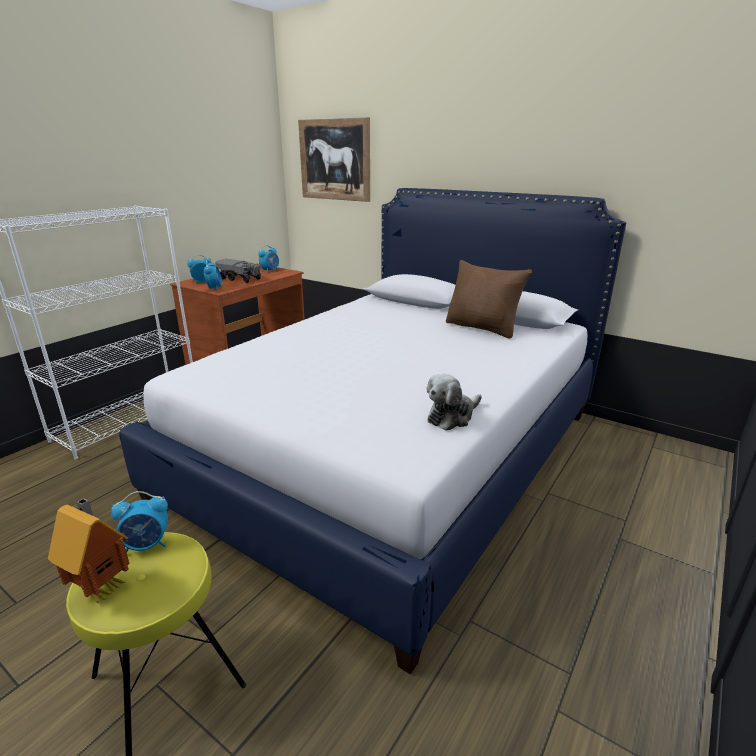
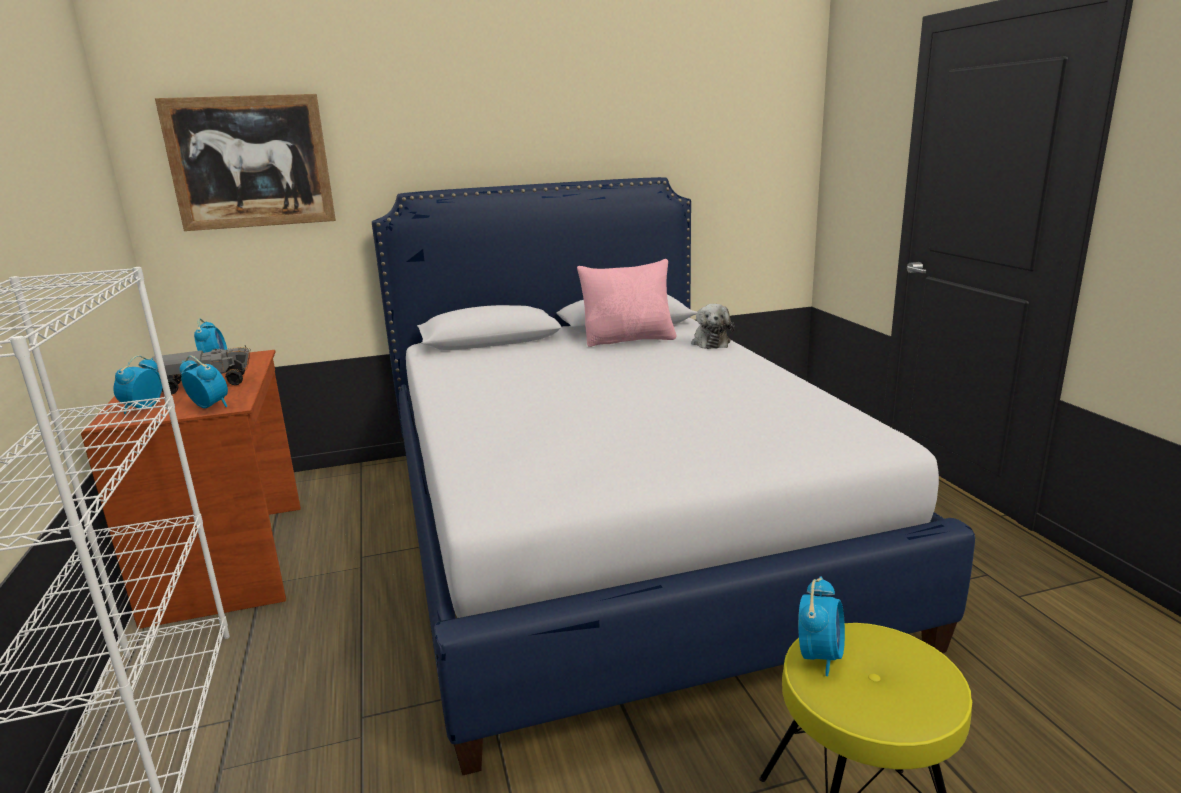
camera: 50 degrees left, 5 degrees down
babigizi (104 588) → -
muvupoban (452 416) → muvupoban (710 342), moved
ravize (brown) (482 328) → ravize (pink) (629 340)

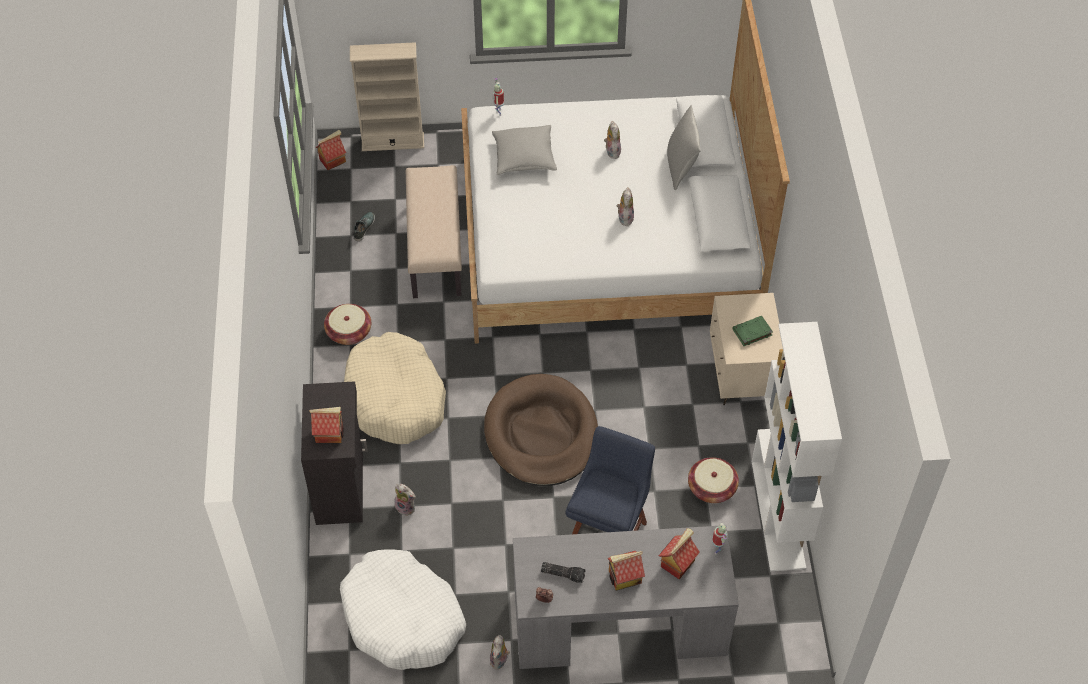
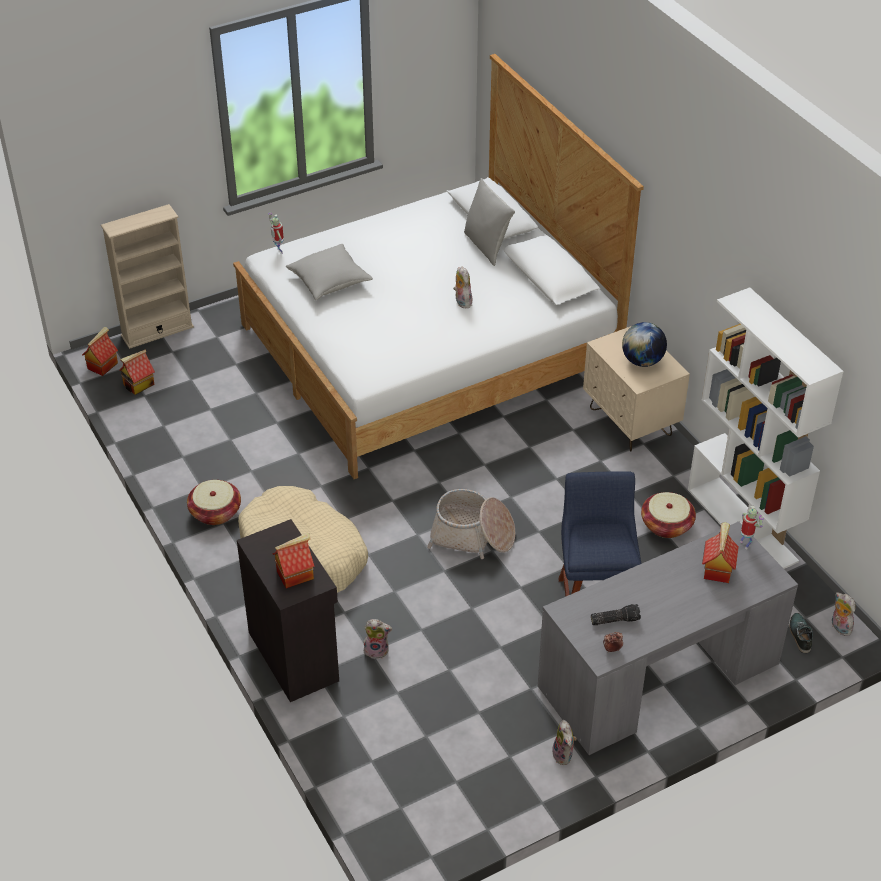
camera: 25 degrees left, 10 degrees down
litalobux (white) (403 618) → -
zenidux (363 227) → zenidux (799 635), moved
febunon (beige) (436 249) → -
litalobux (brown) (541 434) → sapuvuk (472 536)
muvupoban (612 151) → muvupoban (839 627), moved
babigizi (624 578) → babigizi (139 385), moved
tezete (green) (752 332) → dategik (642 361)

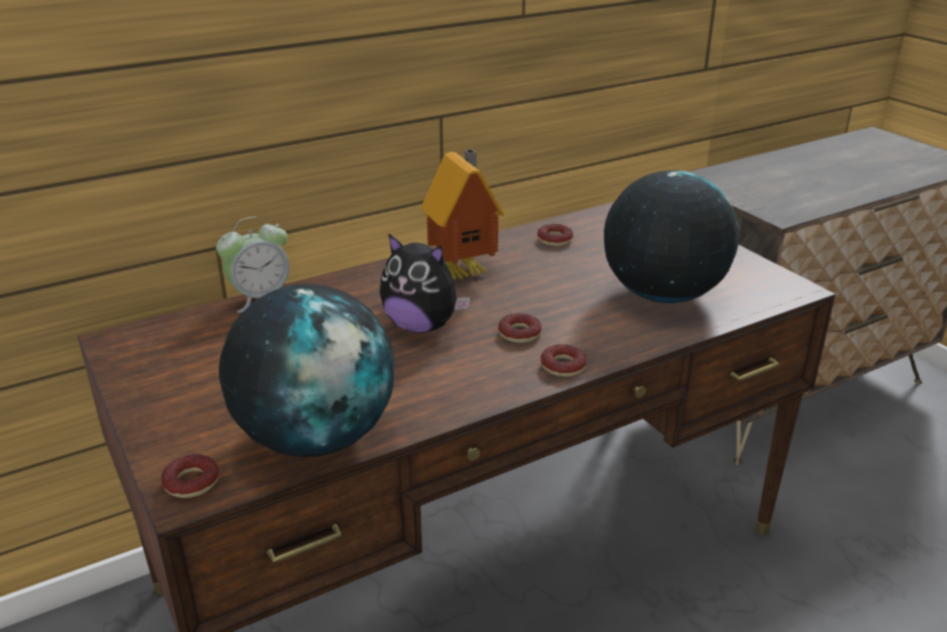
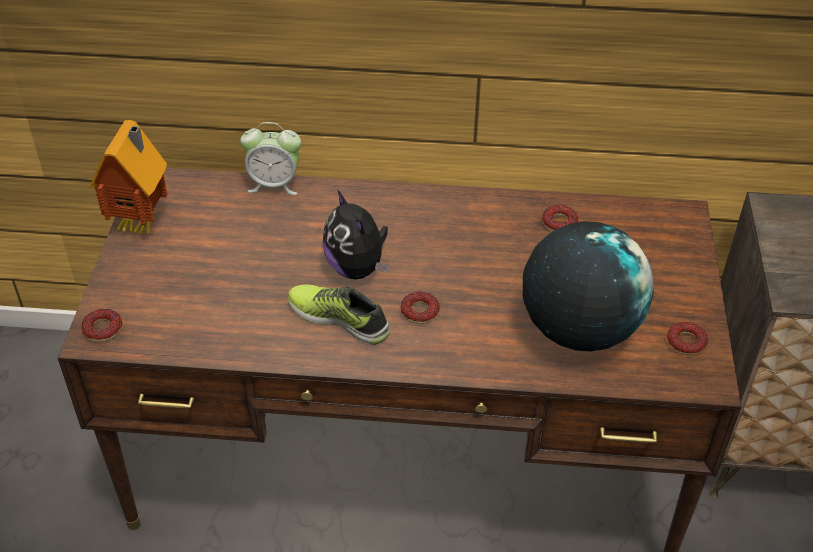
camera: 35 degrees right, 15 degrees up
dategik (316 438) → -
babigizi (465 271) → babigizi (142 223), moved
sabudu (563 366) → sabudu (686 342), moved
- → zenidux (340 318)

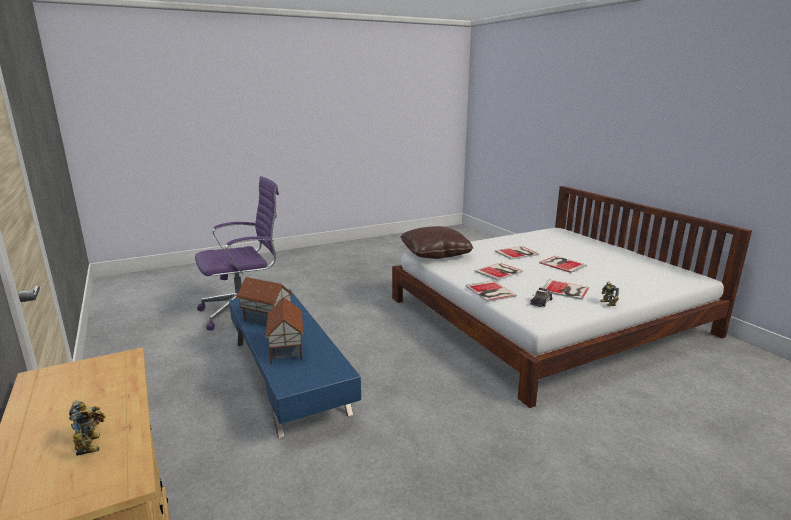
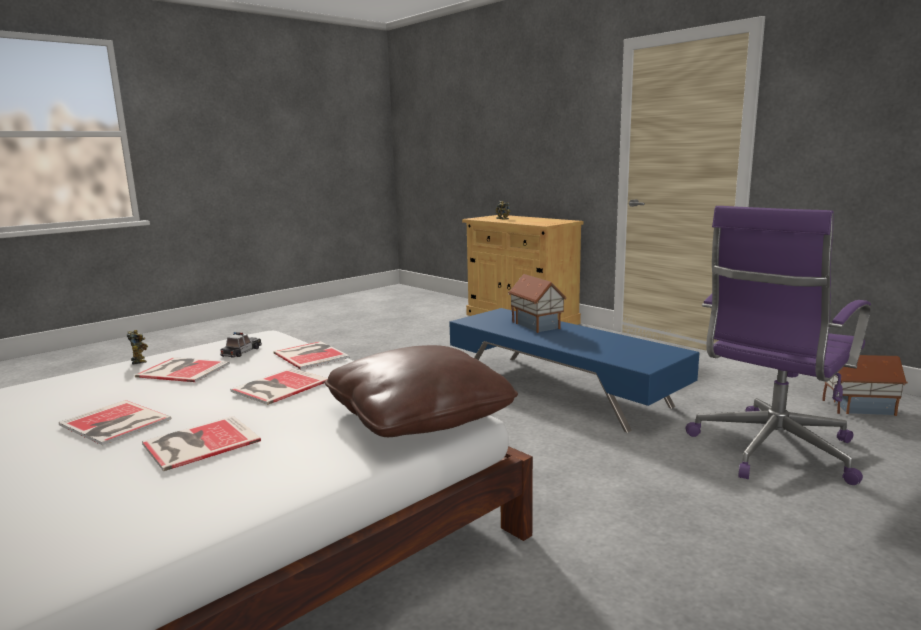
camera: 165 degrees right, 5 degrees down
babigizi (266 320) → babigizi (858 407), moved

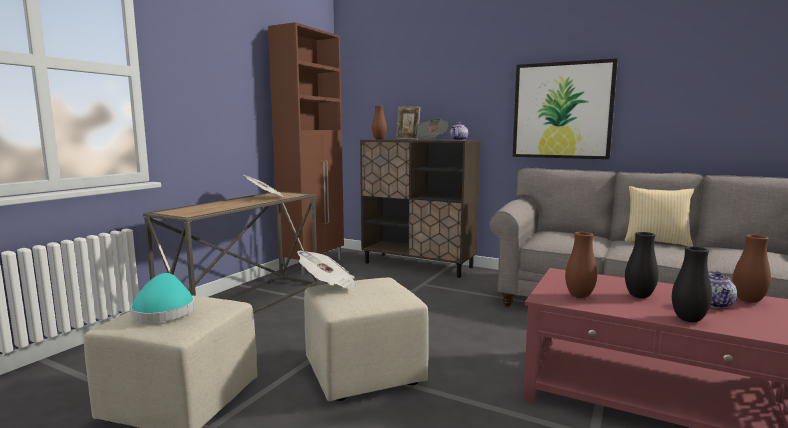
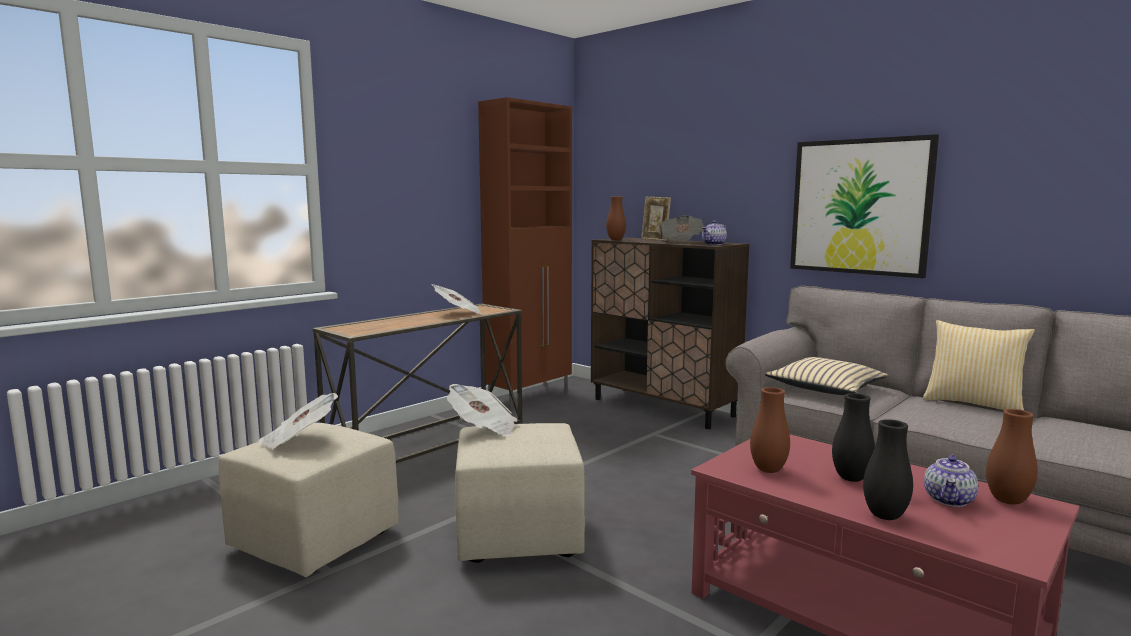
camera: 15 degrees right, 0 degrees up
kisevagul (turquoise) (164 311) → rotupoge (298 440)
- → ravize (beige) (825 387)

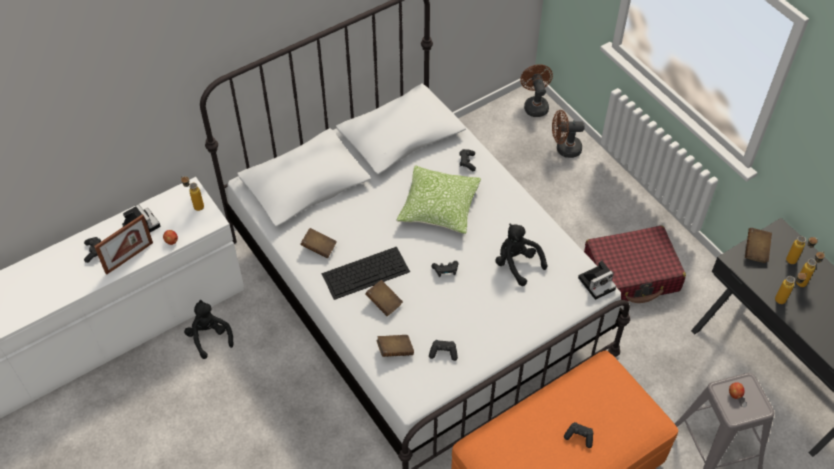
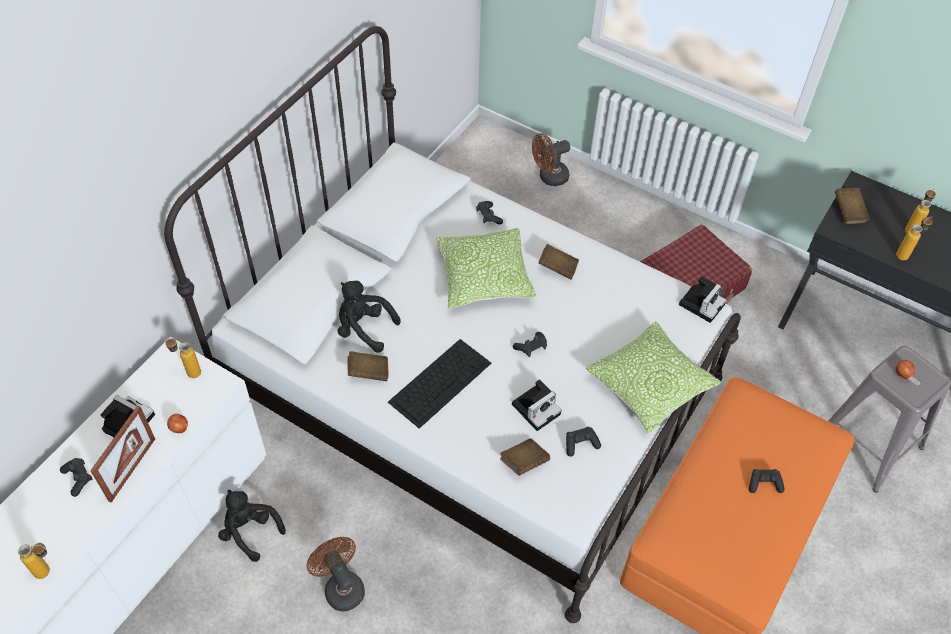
camera: 25 degrees left, 0 degrees up
tezete (brown) (384 303) → tezete (brown) (557 268), moved
muvupoban (black) (517 264) → muvupoban (black) (364 329), moved
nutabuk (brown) (535 105) → nutabuk (brown) (341 586), moved
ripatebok (795 261) → ripatebok (48 572), moved
- → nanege (537 408)
- → ravize (650 385)

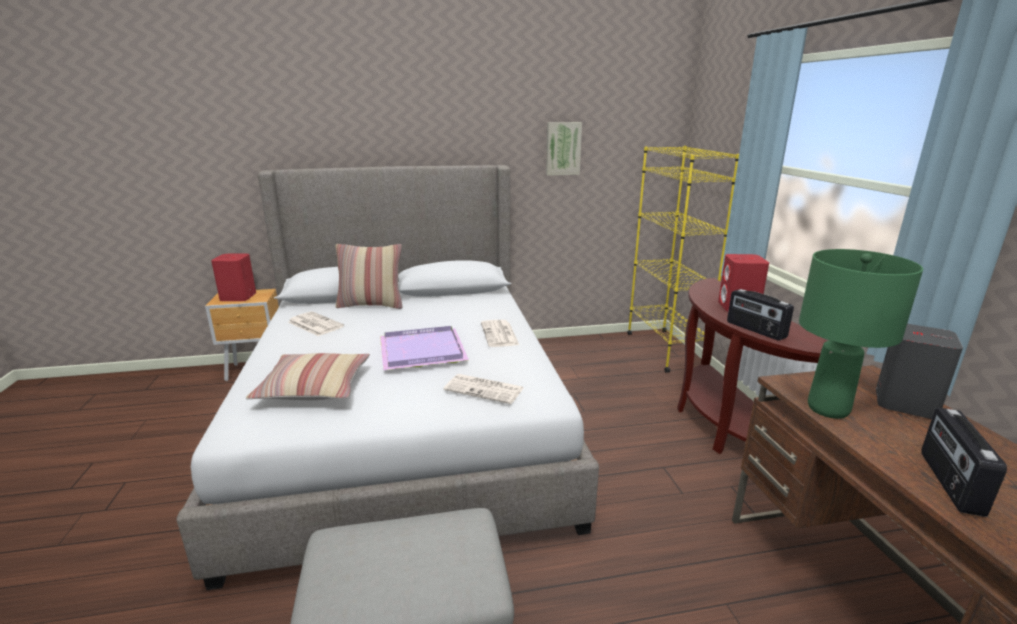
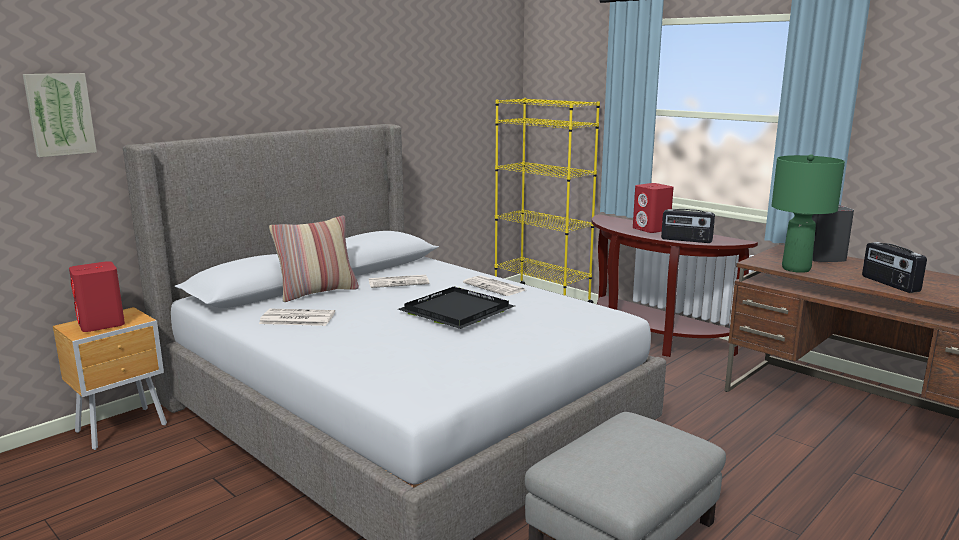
camera: 35 degrees left, 5 degrees down
ravize (314 387) → -
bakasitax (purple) (420 350) → bakasitax (black) (454 311)
rotupoge (485 389) → rotupoge (399 282), moved
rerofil (563 148) → rerofil (59 114), moved

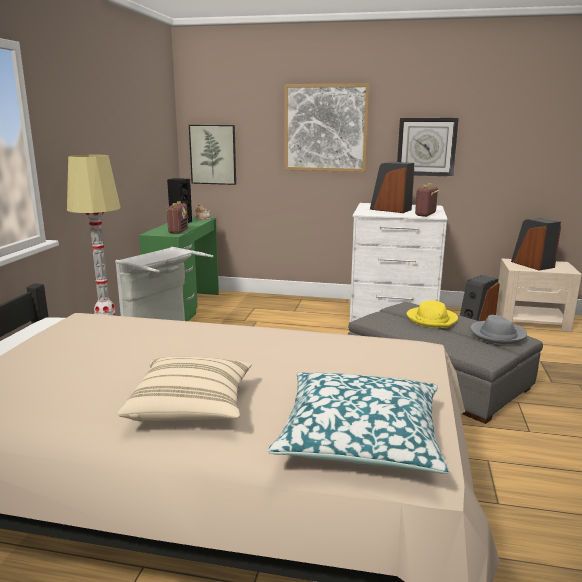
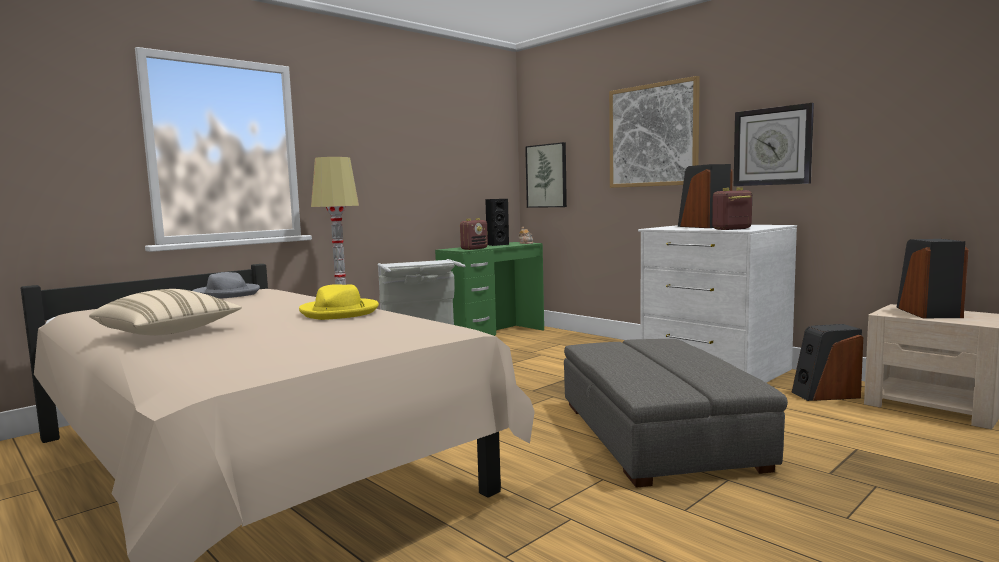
camera: 35 degrees right, 10 degrees down
ravize (360 437) → -
kisevagul (yellow) (432 319) → kisevagul (yellow) (340 312), moved
kisevagul (grey) (497 334) → kisevagul (grey) (227 294), moved

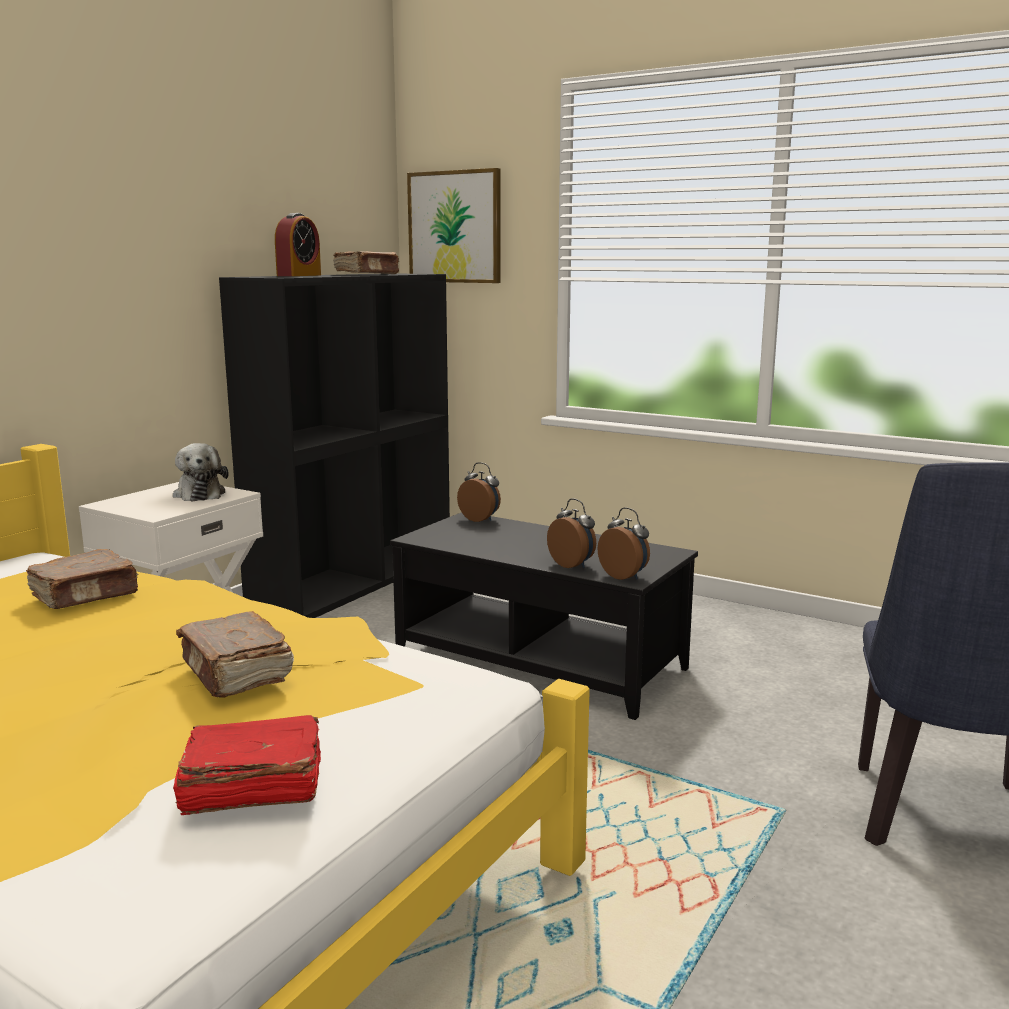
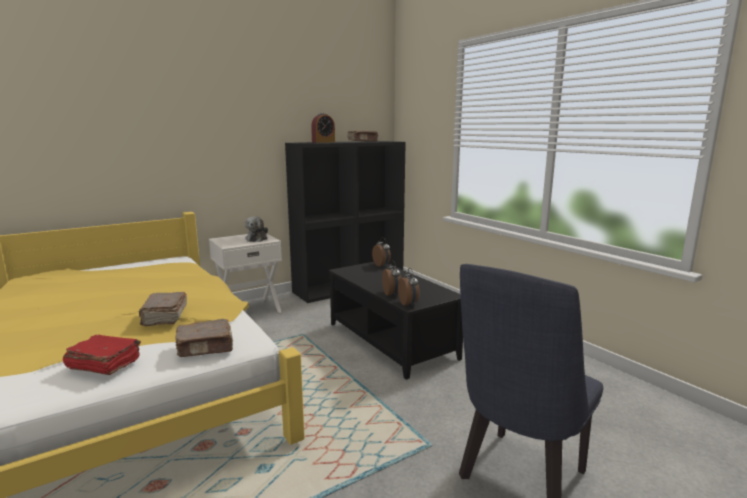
camera: 25 degrees right, 0 degrees up
tezete (brown) (86 596) → tezete (brown) (206 348), moved
rerofil (455 227) → -

